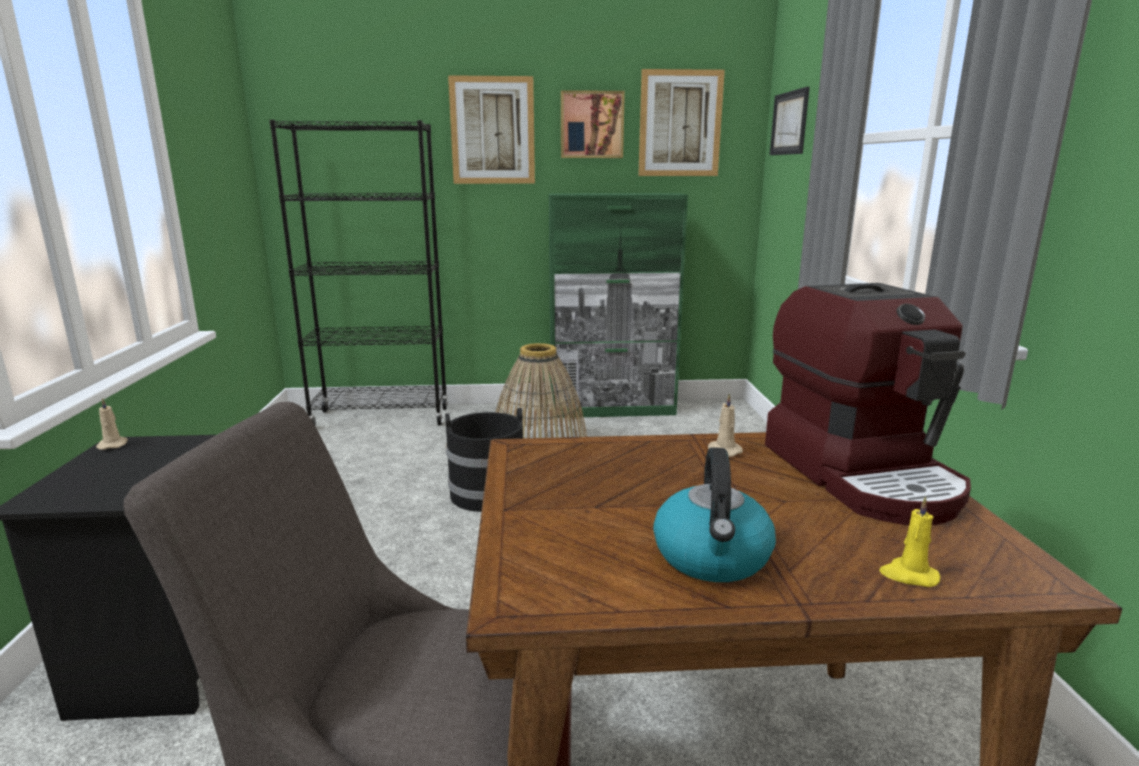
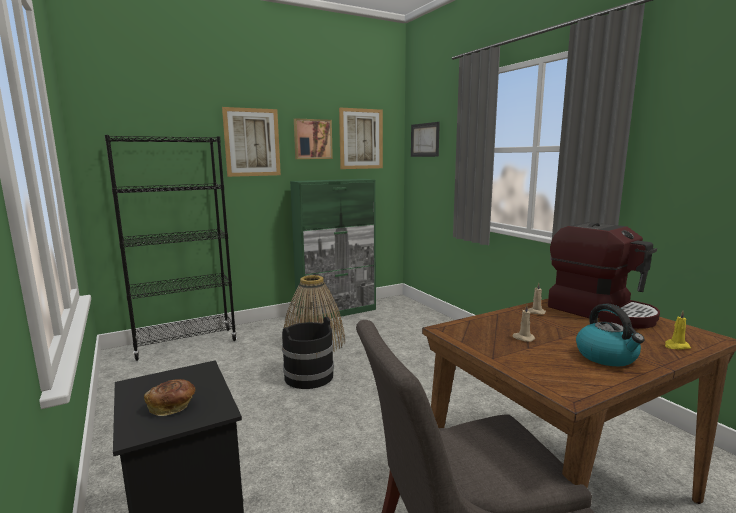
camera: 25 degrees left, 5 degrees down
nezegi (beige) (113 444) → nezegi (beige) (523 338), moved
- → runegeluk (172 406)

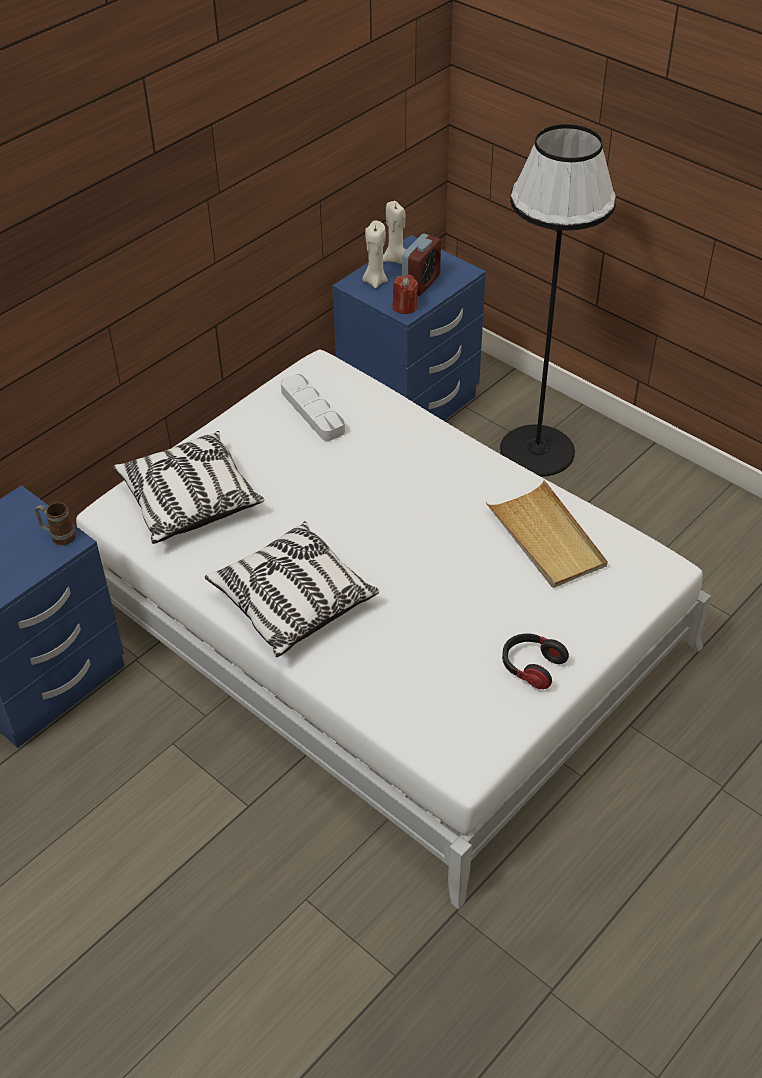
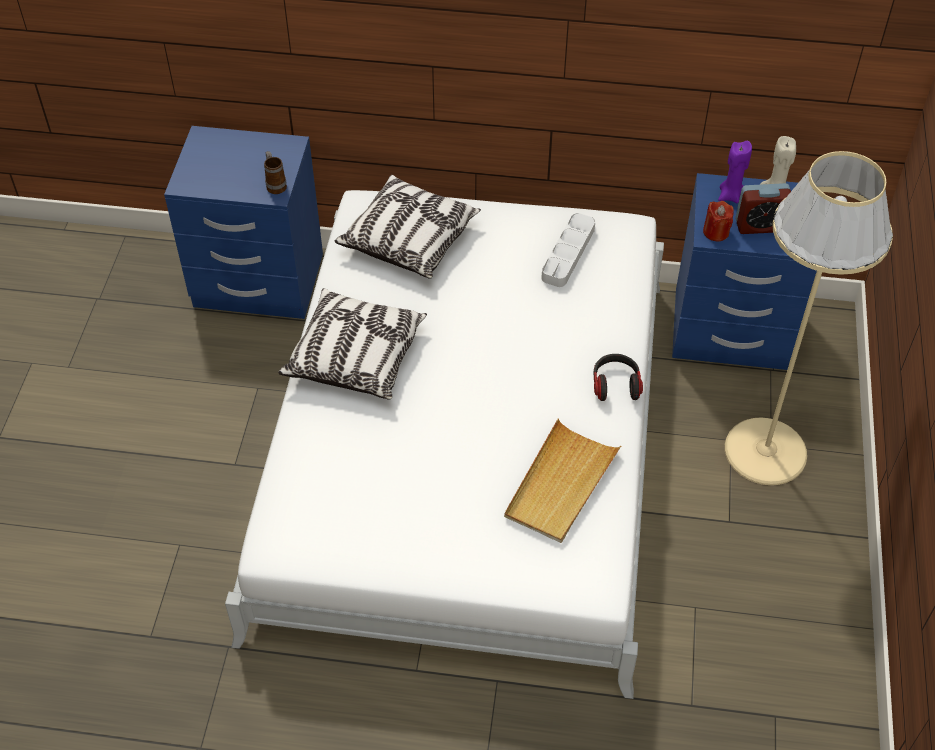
camera: 55 degrees right, 5 degrees up
nezegi (beige) (375 281) → nezegi (purple) (730 196)
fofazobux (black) (536 450) → fofazobux (beige) (766 450)
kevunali (531 667) → kevunali (615 384), moved

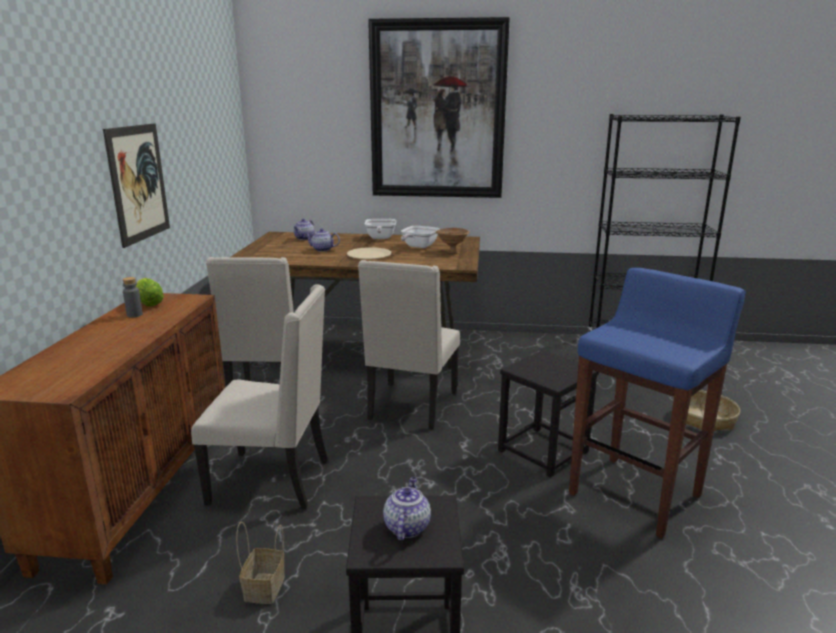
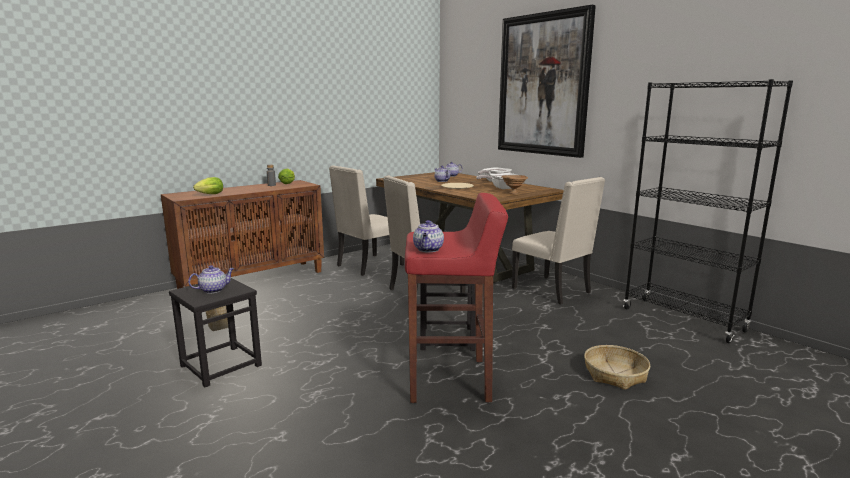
camera: 45 degrees right, 5 degrees down
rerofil (138 183) → -
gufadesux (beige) (273 481) → gufadesux (beige) (553 291), moved
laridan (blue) (636 494) → laridan (red) (450 380)
- → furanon (209 194)
- → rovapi (428 250)

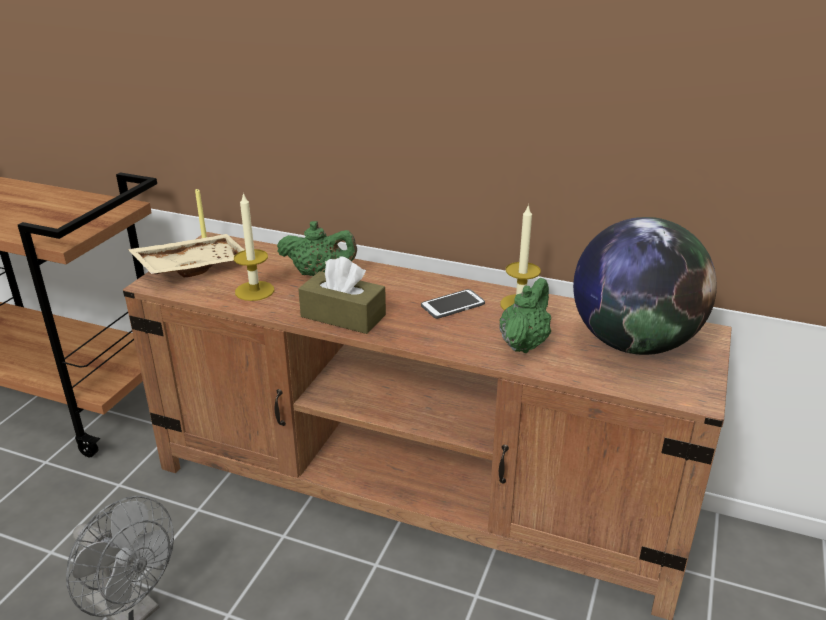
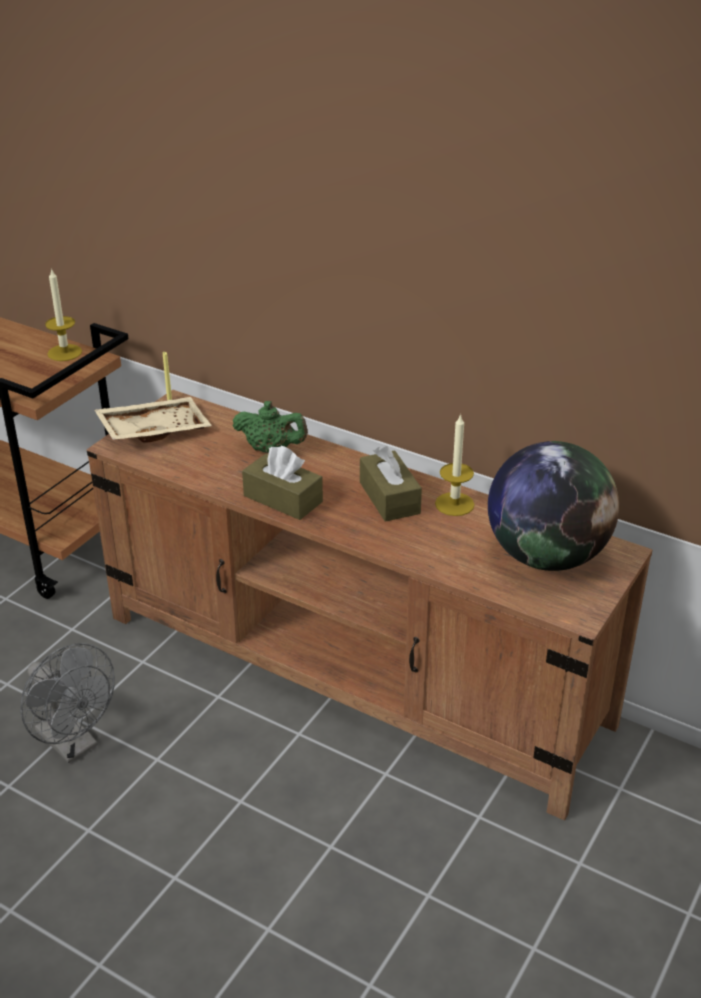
camera: 10 degrees right, 5 degrees up
nezegi (254 291) → nezegi (64 352), moved
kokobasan (453 305) → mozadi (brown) (389 498)
rovapi (green) (524 343) → -

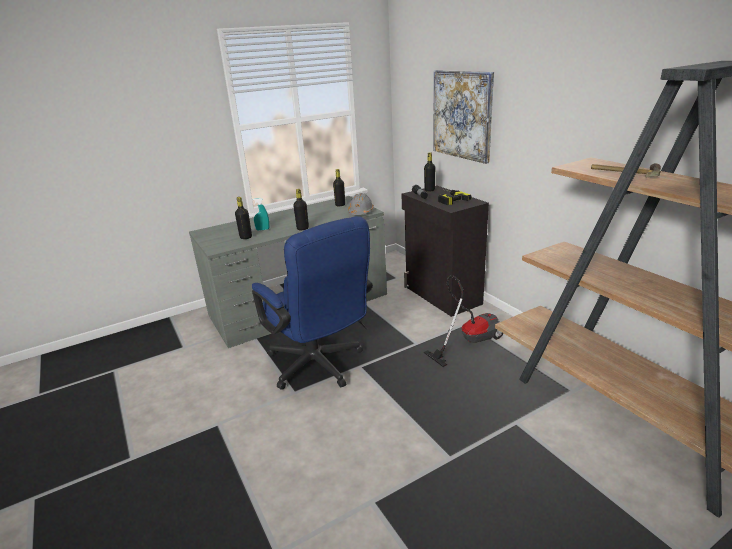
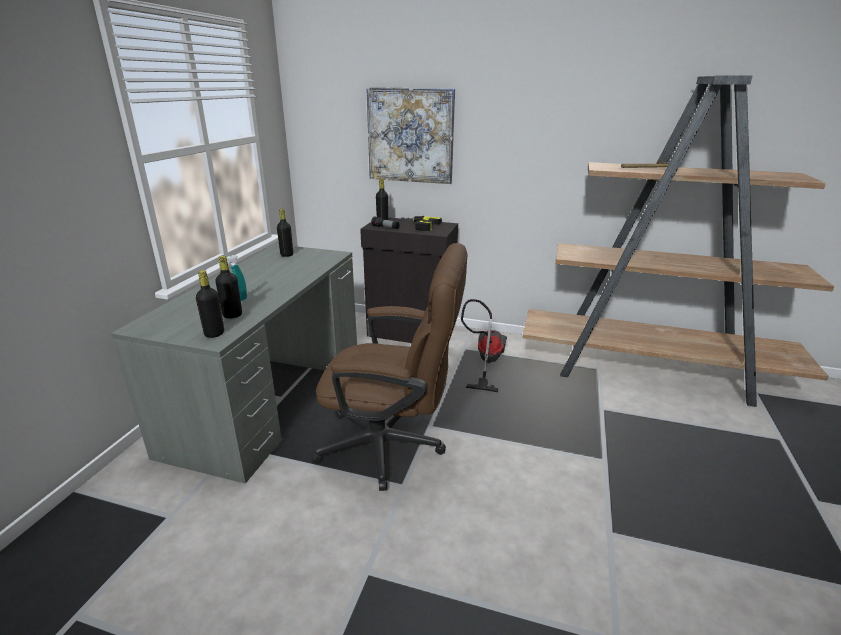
camera: 45 degrees left, 0 degrees up
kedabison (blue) (320 367) → kedabison (brown) (392 446)
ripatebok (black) (302 228) → ripatebok (black) (214 333), moved
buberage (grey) (360 212) → -

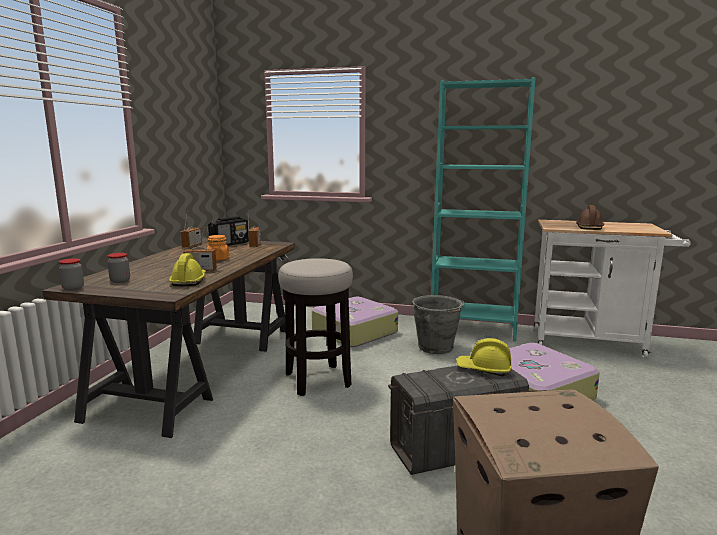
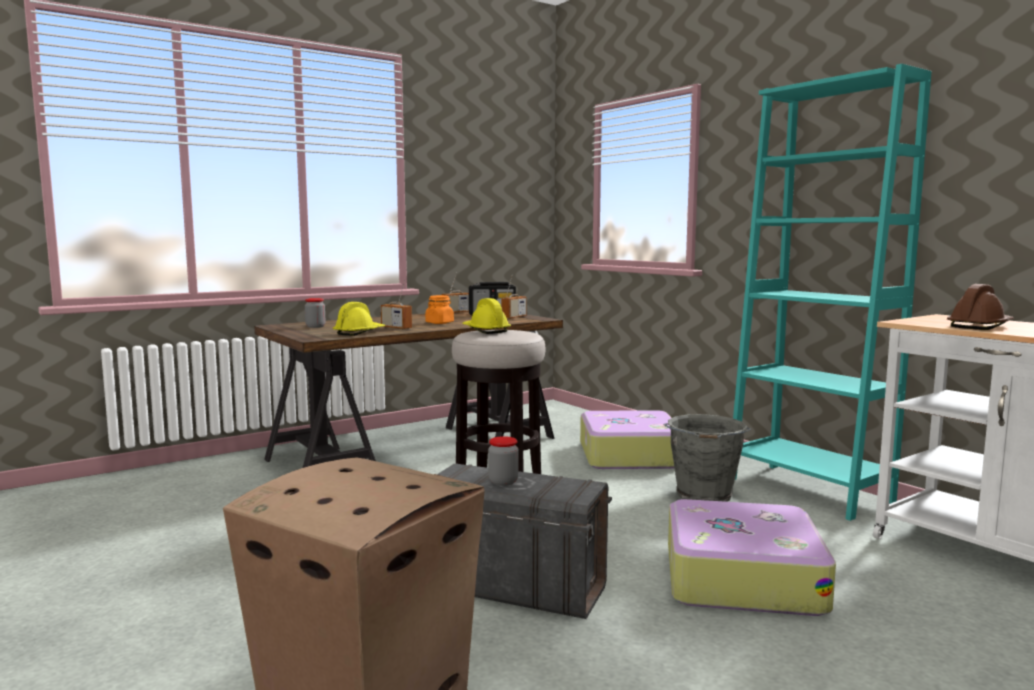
camera: 40 degrees right, 5 degrees down
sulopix (73 288) → sulopix (503 482), moved
buberage (yellow) (484 369) → buberage (yellow) (485 331), moved

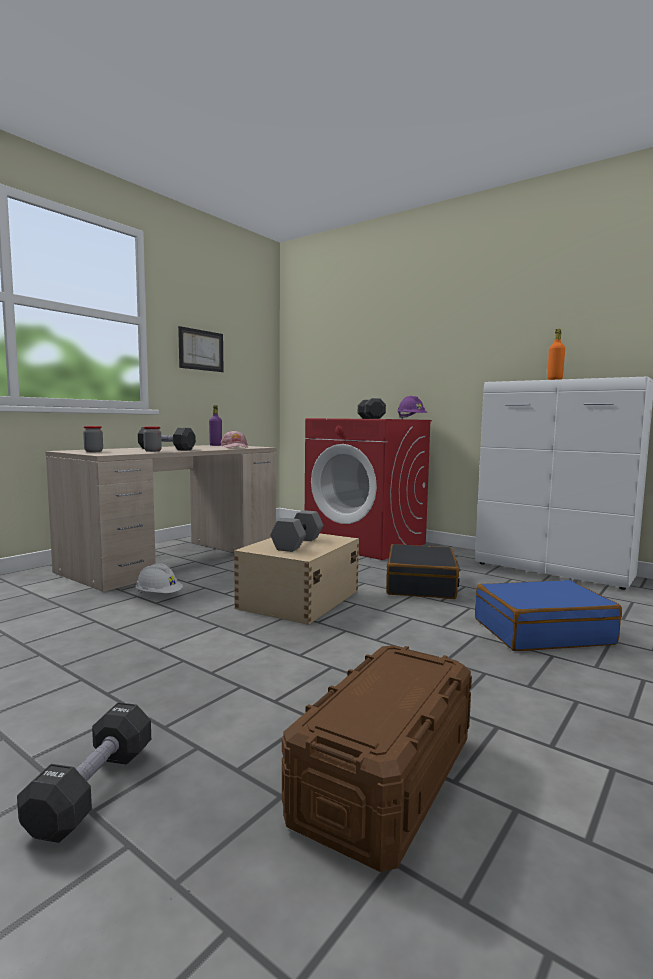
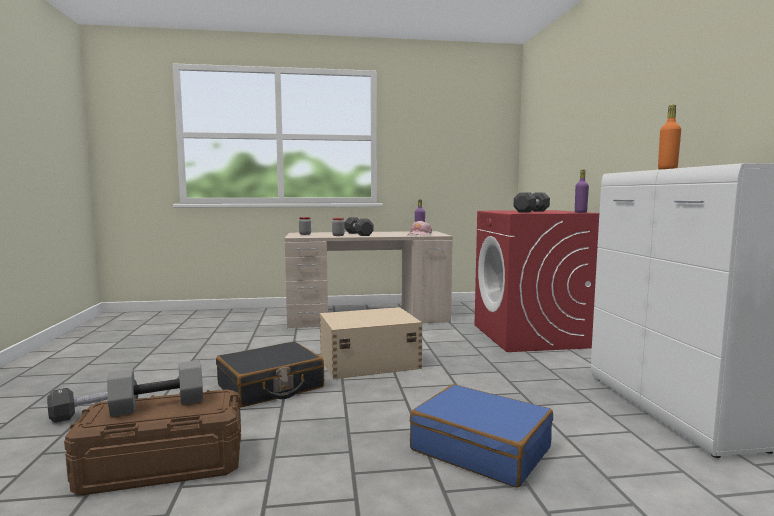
camera: 45 degrees right, 0 degrees up
buberage (white) (159 596) → -
rerofil (201 350) → -
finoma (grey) (298 544) → finoma (grey) (157 405), moved
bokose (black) (421 584) → bokose (black) (271 387), moved
buberage (purple) (411 419) → ripatebok (purple) (580 212)

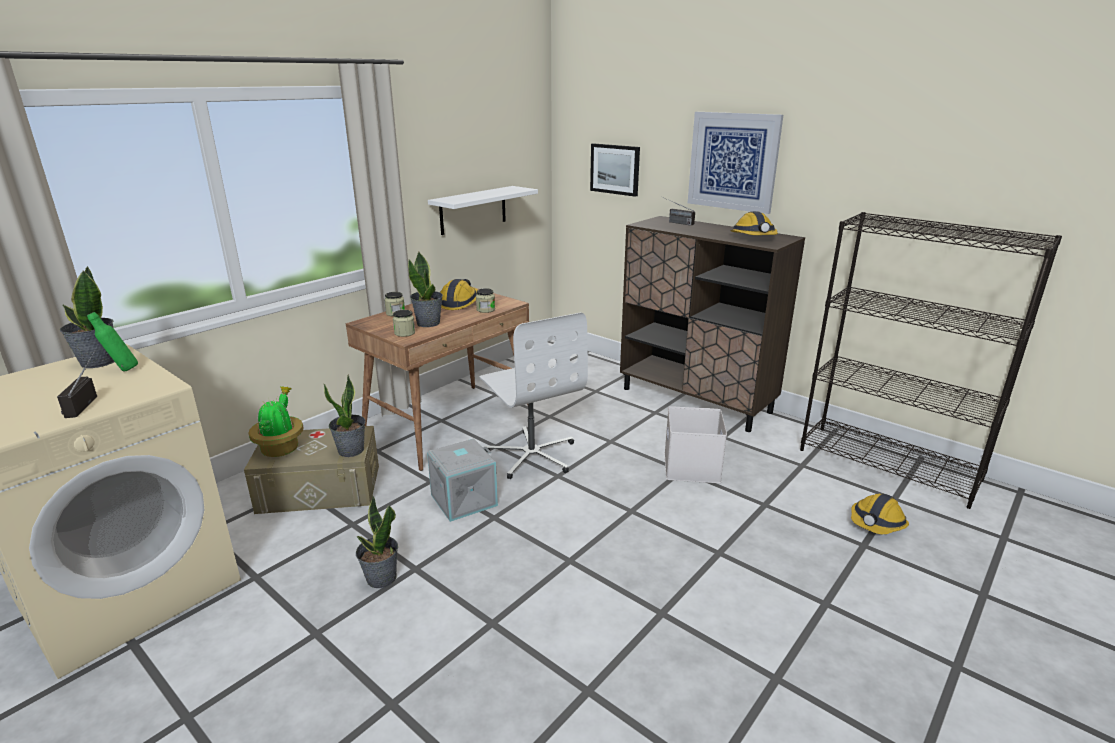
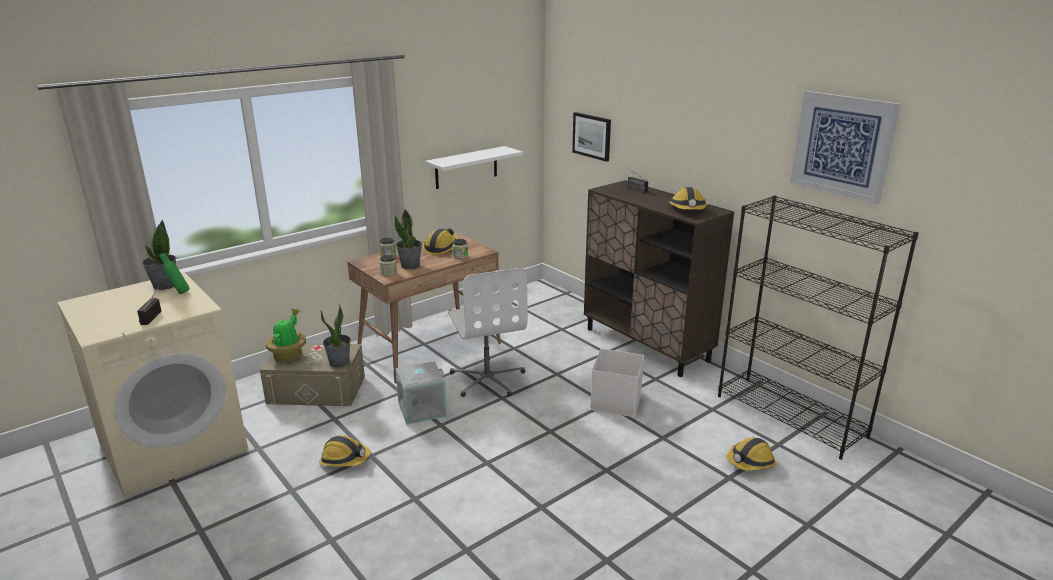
camera: 10 degrees right, 0 degrees up
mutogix (381 578) → buberage (345 459)
rerofil (733 161) → rerofil (842 145), moved

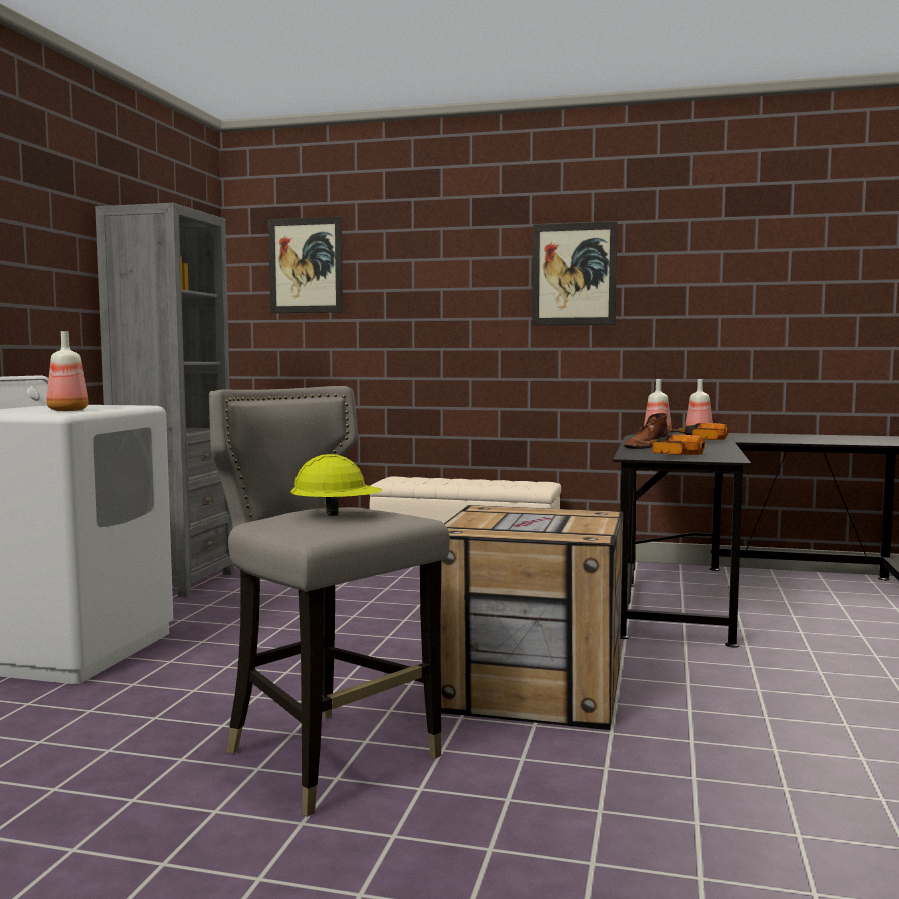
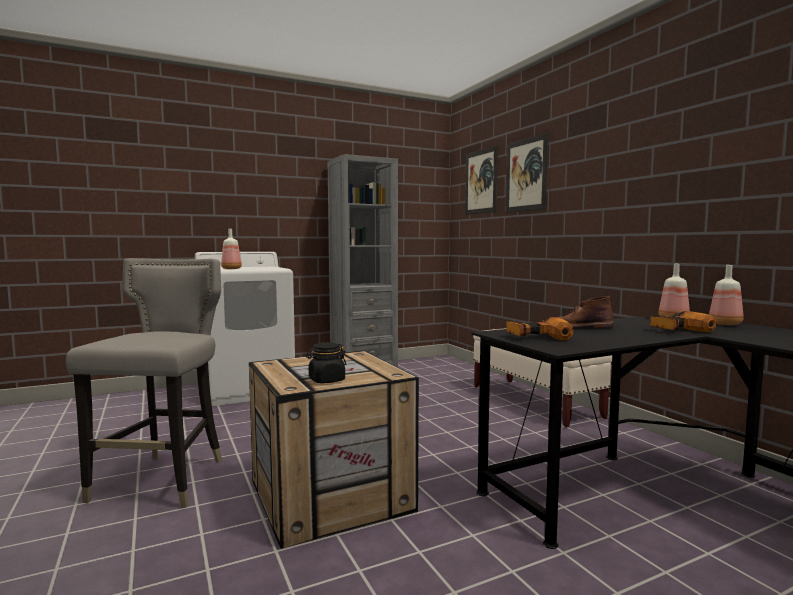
camera: 50 degrees right, 0 degrees up
buberage (yellow) (336 514) → -
rerofil (574 274) → rerofil (526 175), moved
- → sulopix (black) (326 380)

